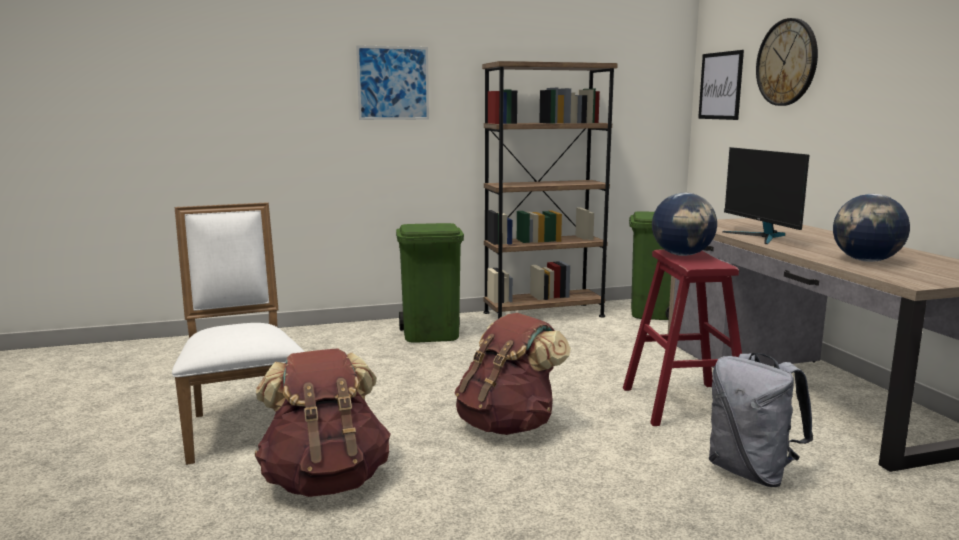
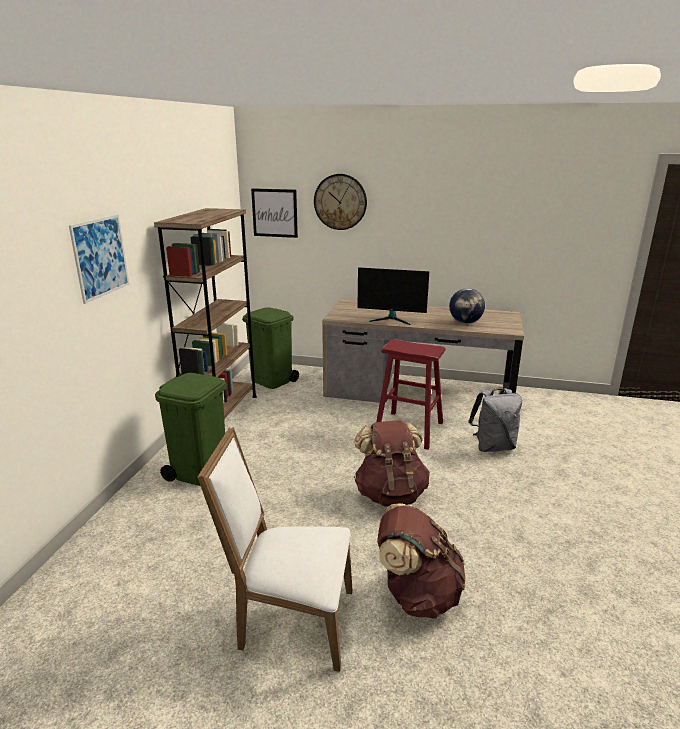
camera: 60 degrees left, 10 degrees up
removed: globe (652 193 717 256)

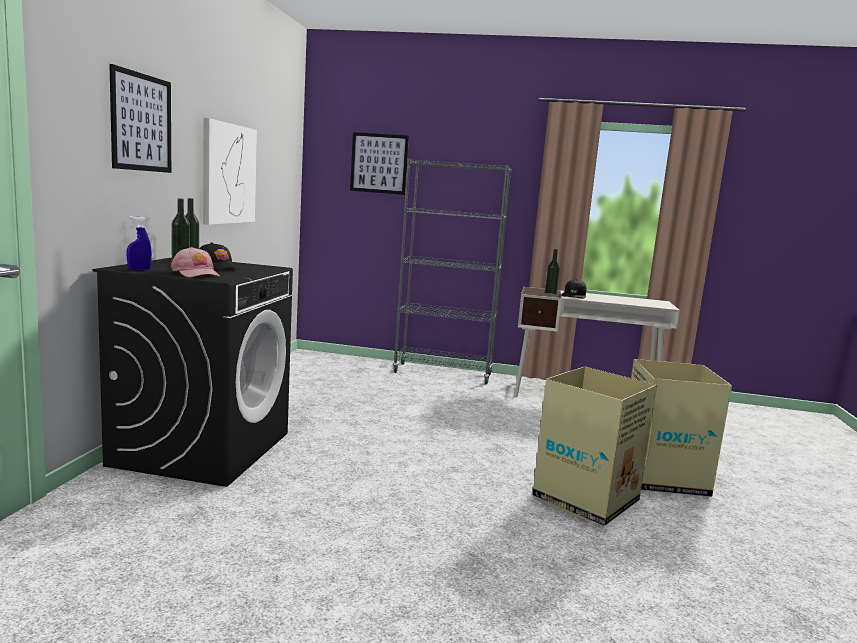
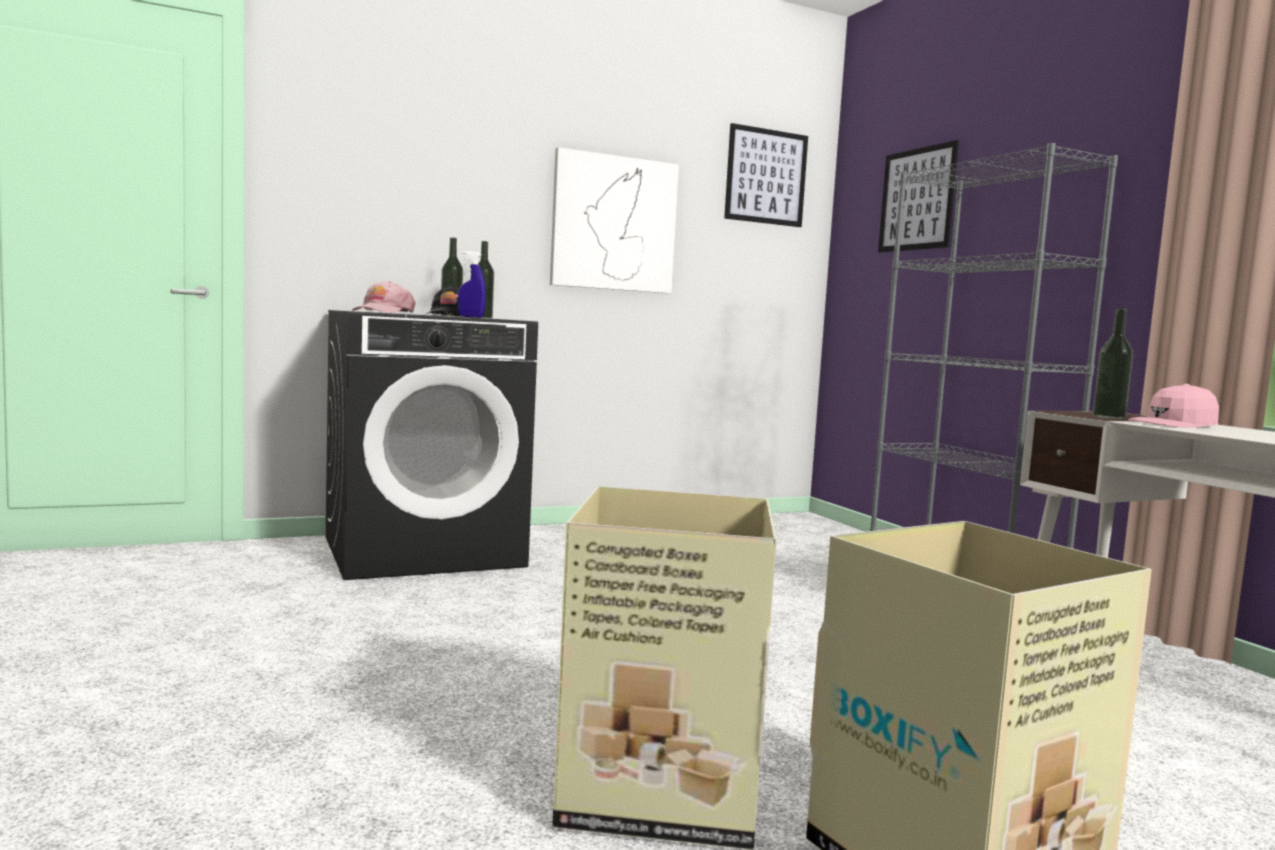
camera: 55 degrees right, 5 degrees down
moved: picture (109 64 171 173) to (724 123 808 227); spray bottle (blue) (127 216 152 270) to (458 251 486 318)
recoloured: cap (black) (561 279 587 298) to cap (pink) (1128 384 1219 427)

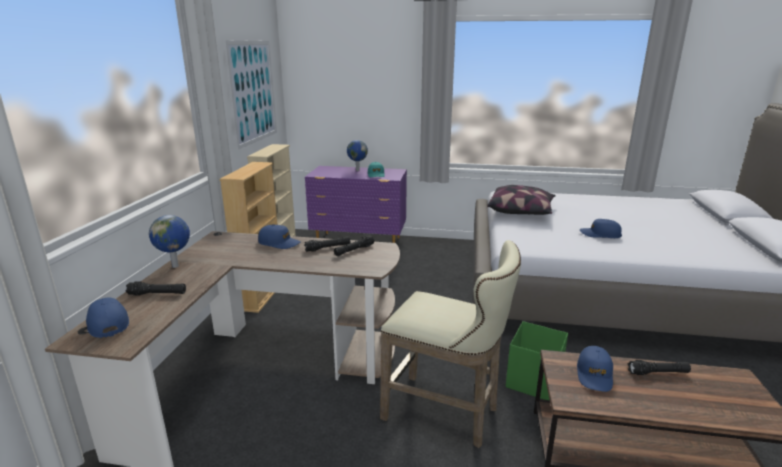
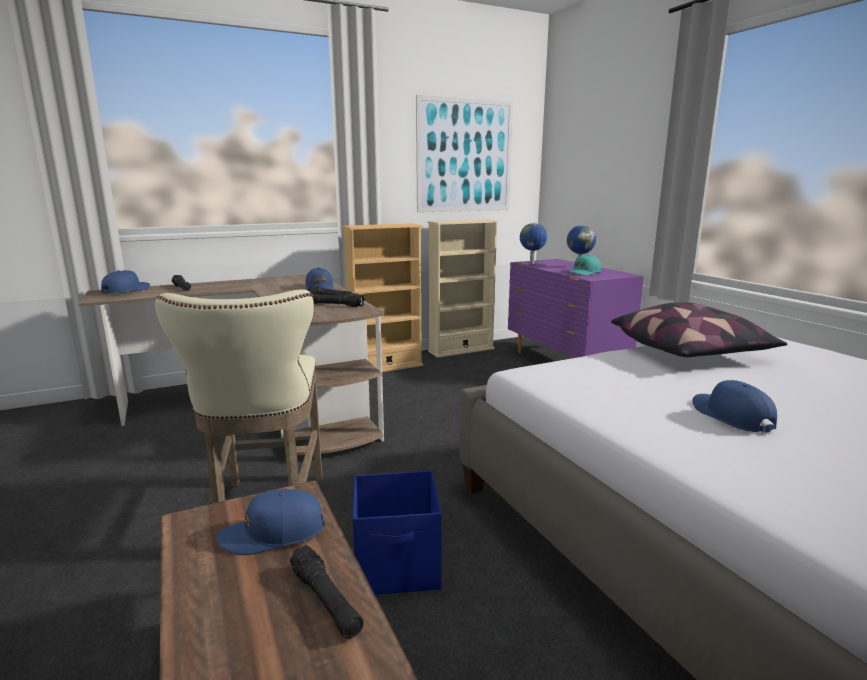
camera: 55 degrees right, 5 degrees down
moved: globe (149 215 190 268) to (520 223 547 264)
recoloured: storage box (green) (506 321 568 400) to storage box (blue) (353 471 442 595)

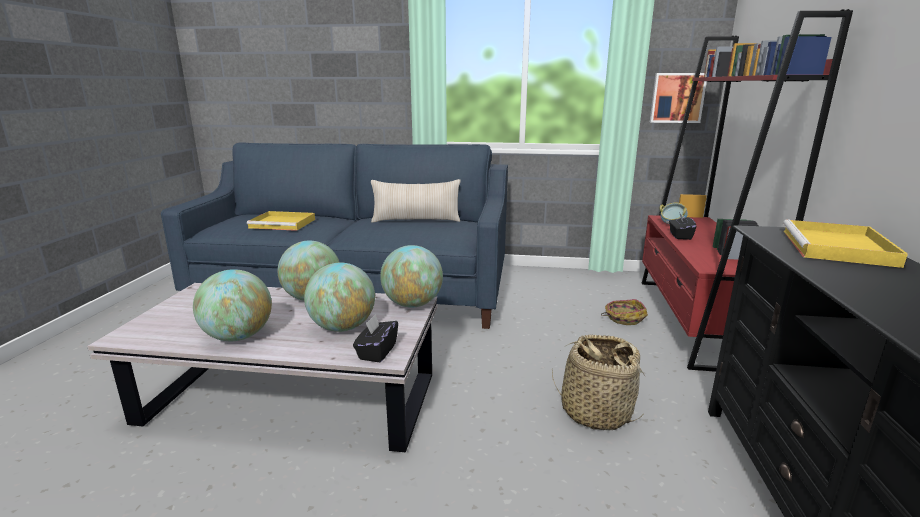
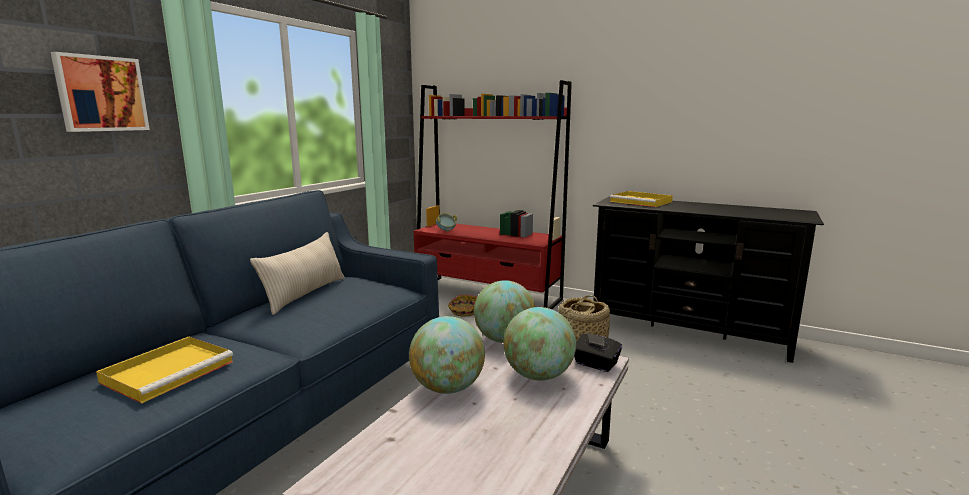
camera: 70 degrees left, 5 degrees down
removed: tissue box (black) (669 212 696 240); globe (193 269 272 341)
moved: picture (650 73 707 123) to (51 52 150 132)

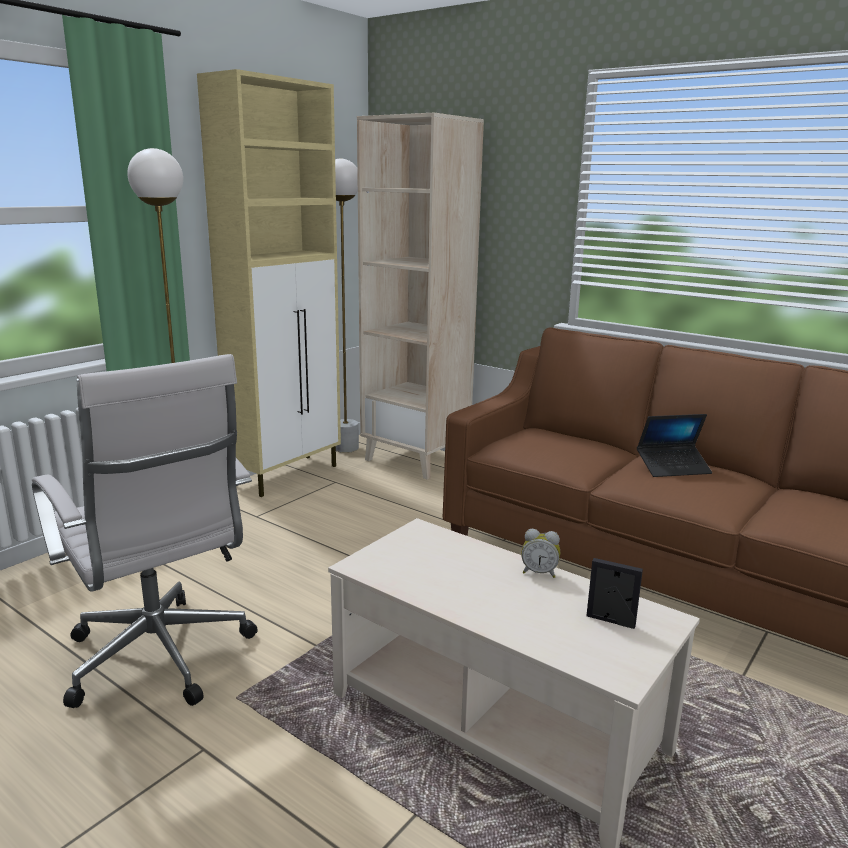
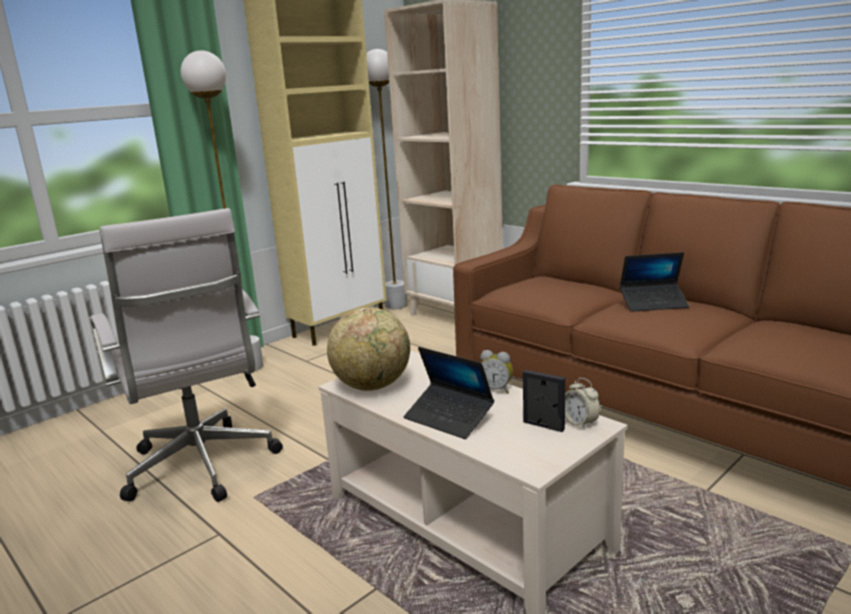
camera: 10 degrees right, 0 degrees up
added: globe (327 307 410 391); laptop (404 347 494 439); alarm clock (565 378 600 429)

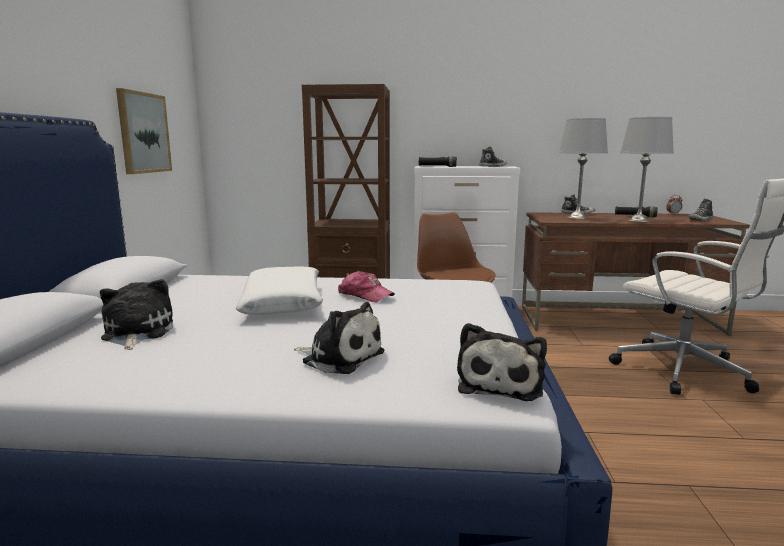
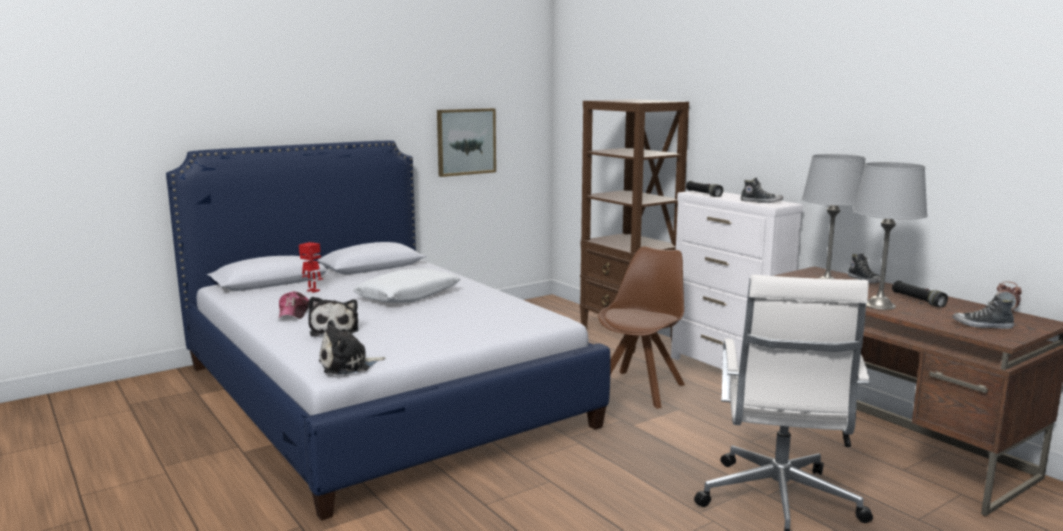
camera: 50 degrees right, 0 degrees up
moved: cap (338 271 395 302) to (279 291 309 319)
replaced: plush toy (100 279 173 350) to toy robot (299 242 323 293)

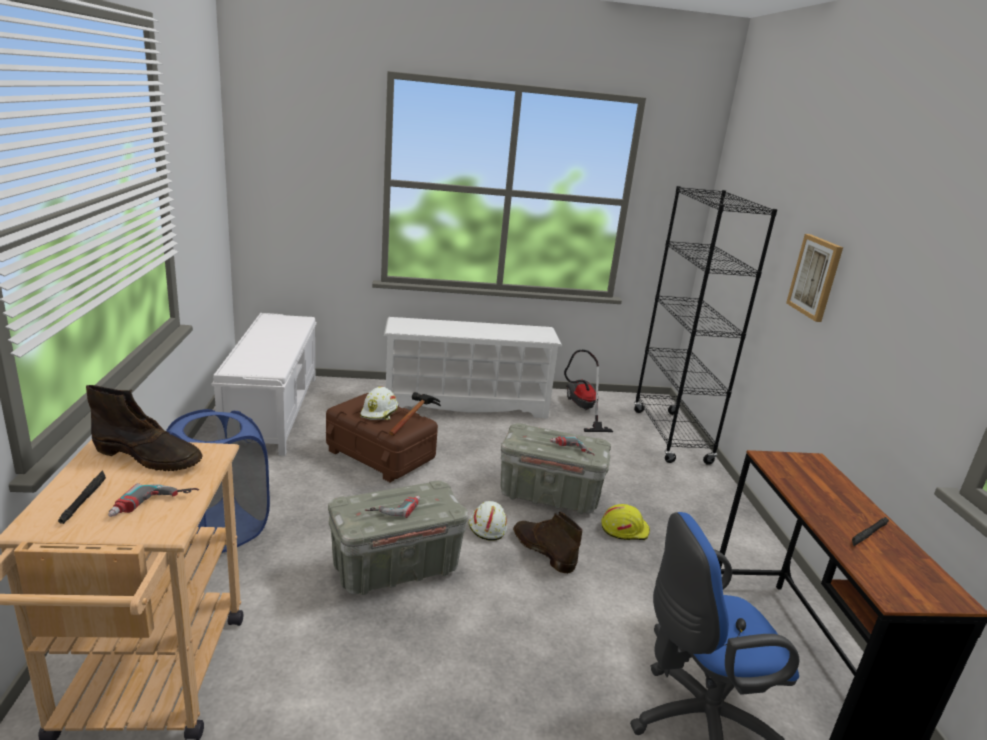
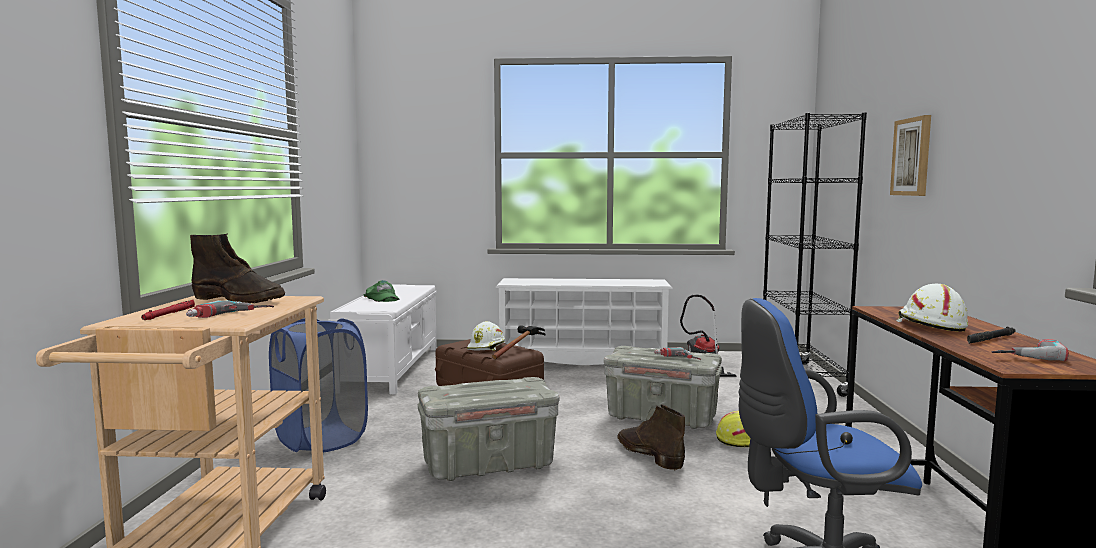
camera: 10 degrees right, 15 degrees down
added: cap (green) (363 280 400 302)
moved: power drill (365 496 420 518) to (991 339 1069 361); hard hat (white) (469 501 507 541) to (896 284 968 332)
recoloured: flashlight (black) (58 470 106 524) to flashlight (red) (141 300 195 320)

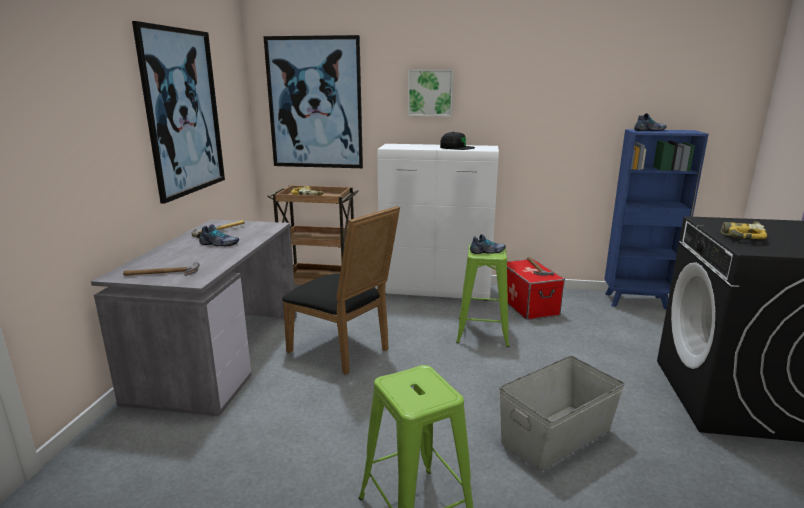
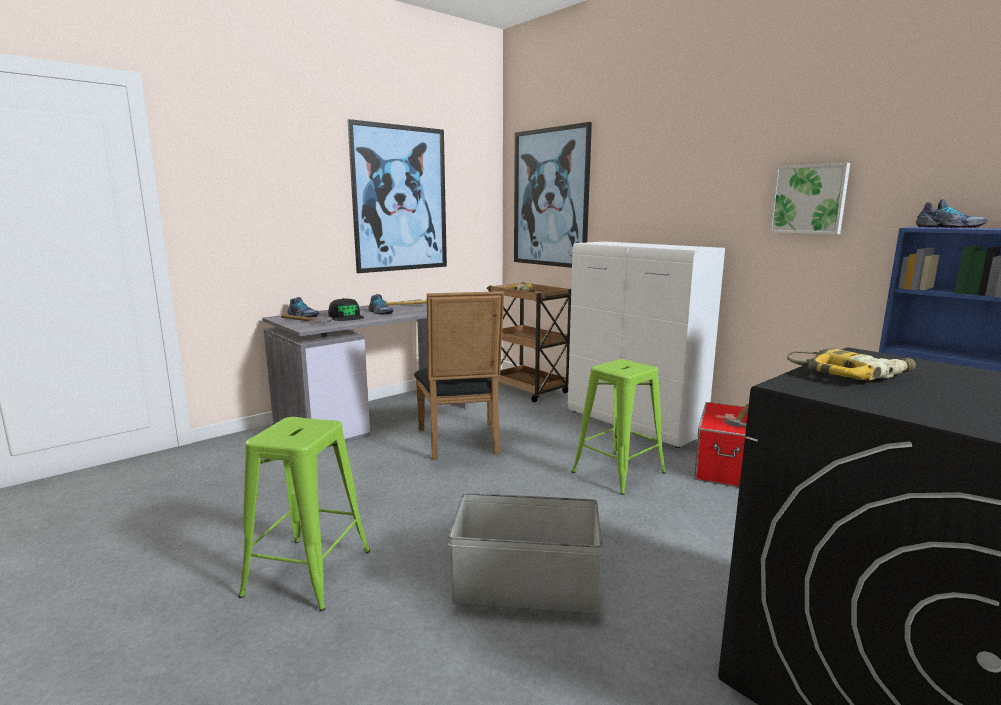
camera: 40 degrees right, 5 degrees down
moved: picture (408 69 454 117) to (769 163 850 234); cap (black) (440 132 475 150) to (328 298 364 321); shoe (470 234 506 254) to (287 297 319 318)

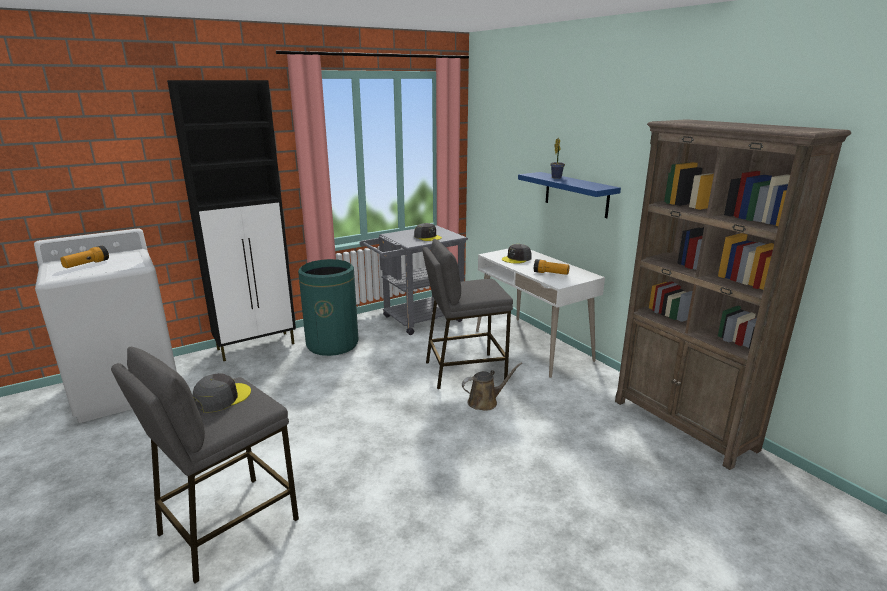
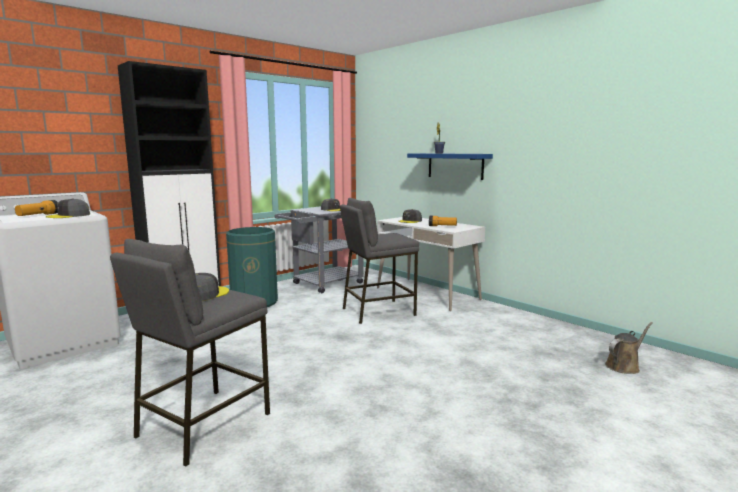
camera: 10 degrees left, 10 degrees down
removed: bookcase (brown) (615 119 851 470)
added: cap (grey) (46 198 90 218)
moved: watering can (brown) (462 362 522 411) to (605 322 653 374)

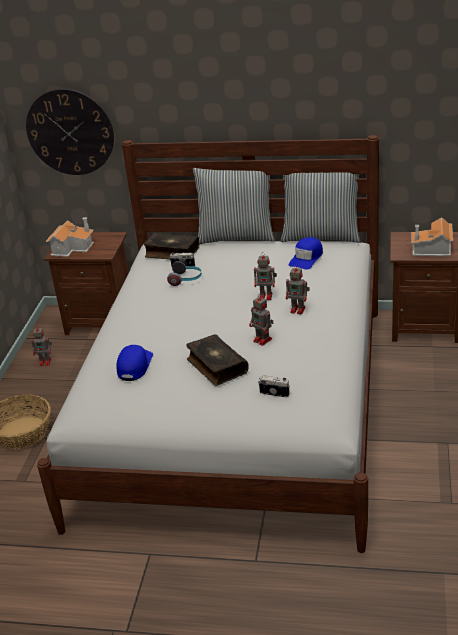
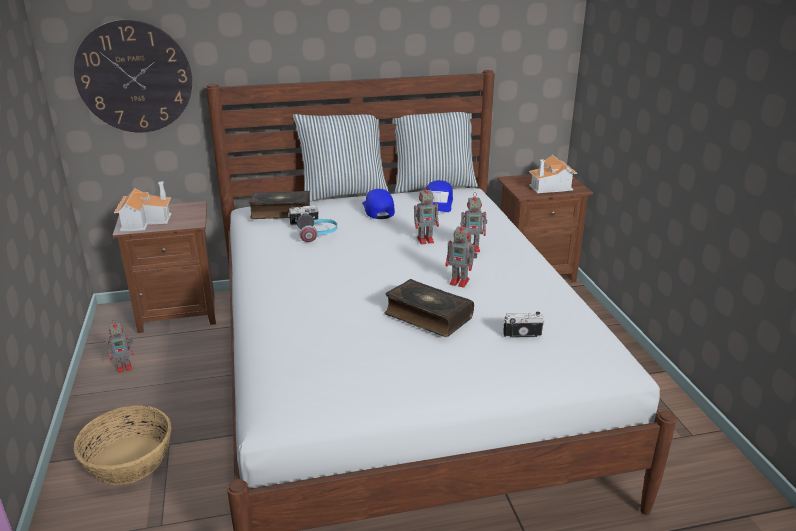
camera: 25 degrees left, 5 degrees down
moved: cap (blue) (116 345 153 381) to (362 189 395 219)

